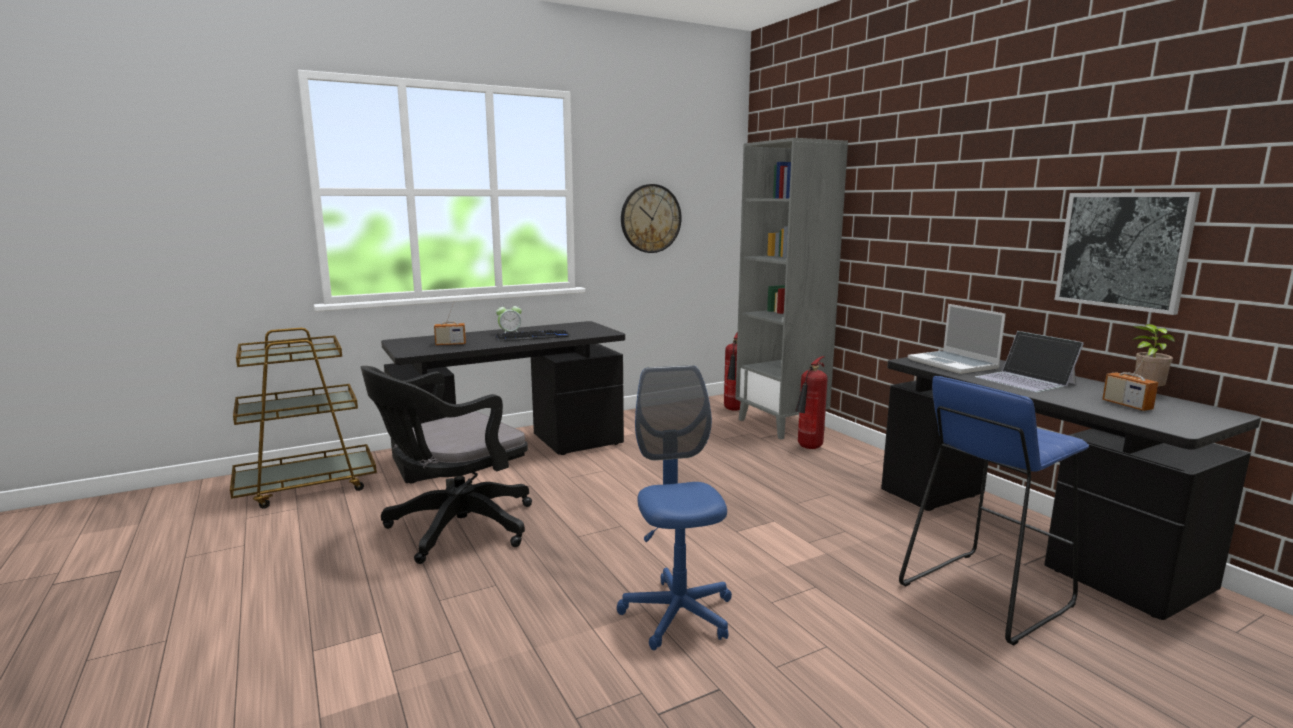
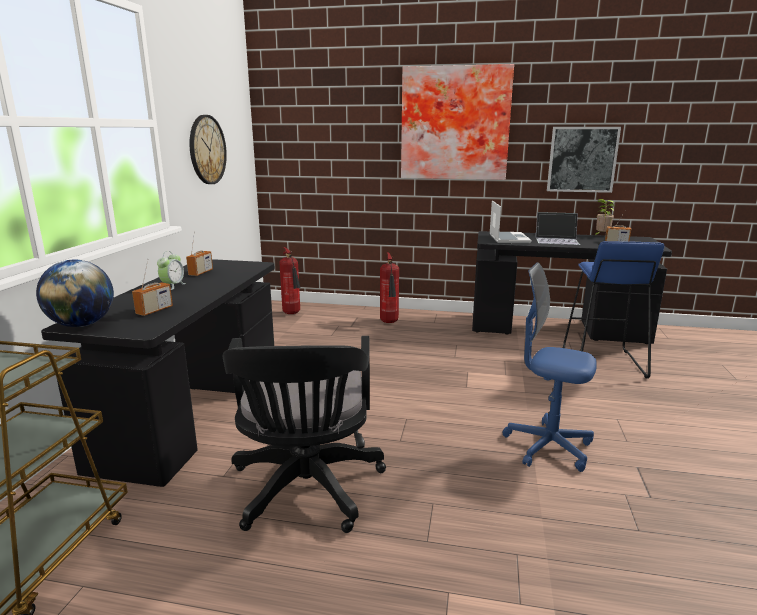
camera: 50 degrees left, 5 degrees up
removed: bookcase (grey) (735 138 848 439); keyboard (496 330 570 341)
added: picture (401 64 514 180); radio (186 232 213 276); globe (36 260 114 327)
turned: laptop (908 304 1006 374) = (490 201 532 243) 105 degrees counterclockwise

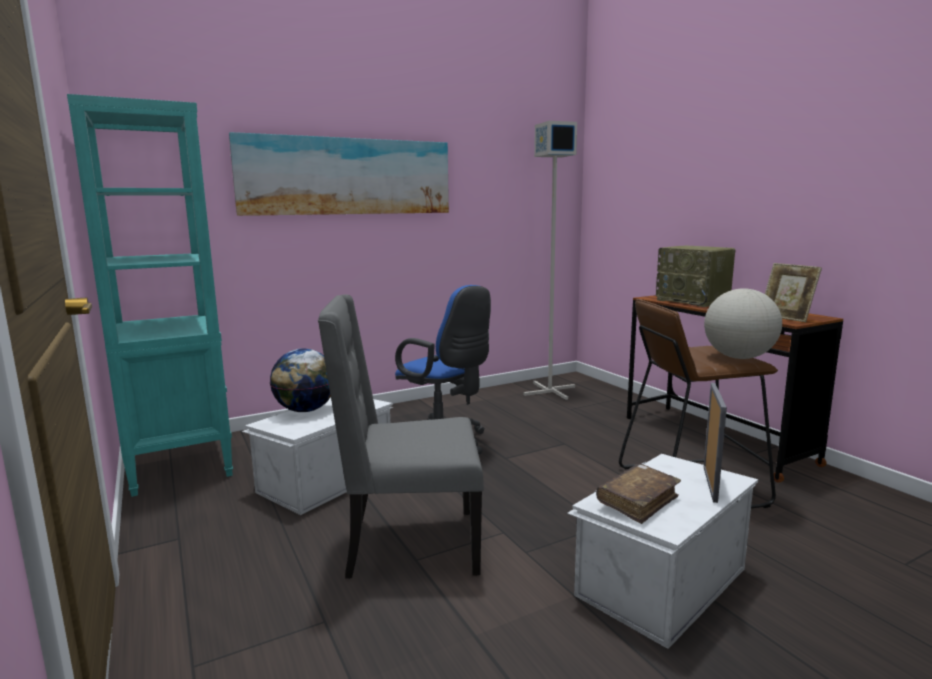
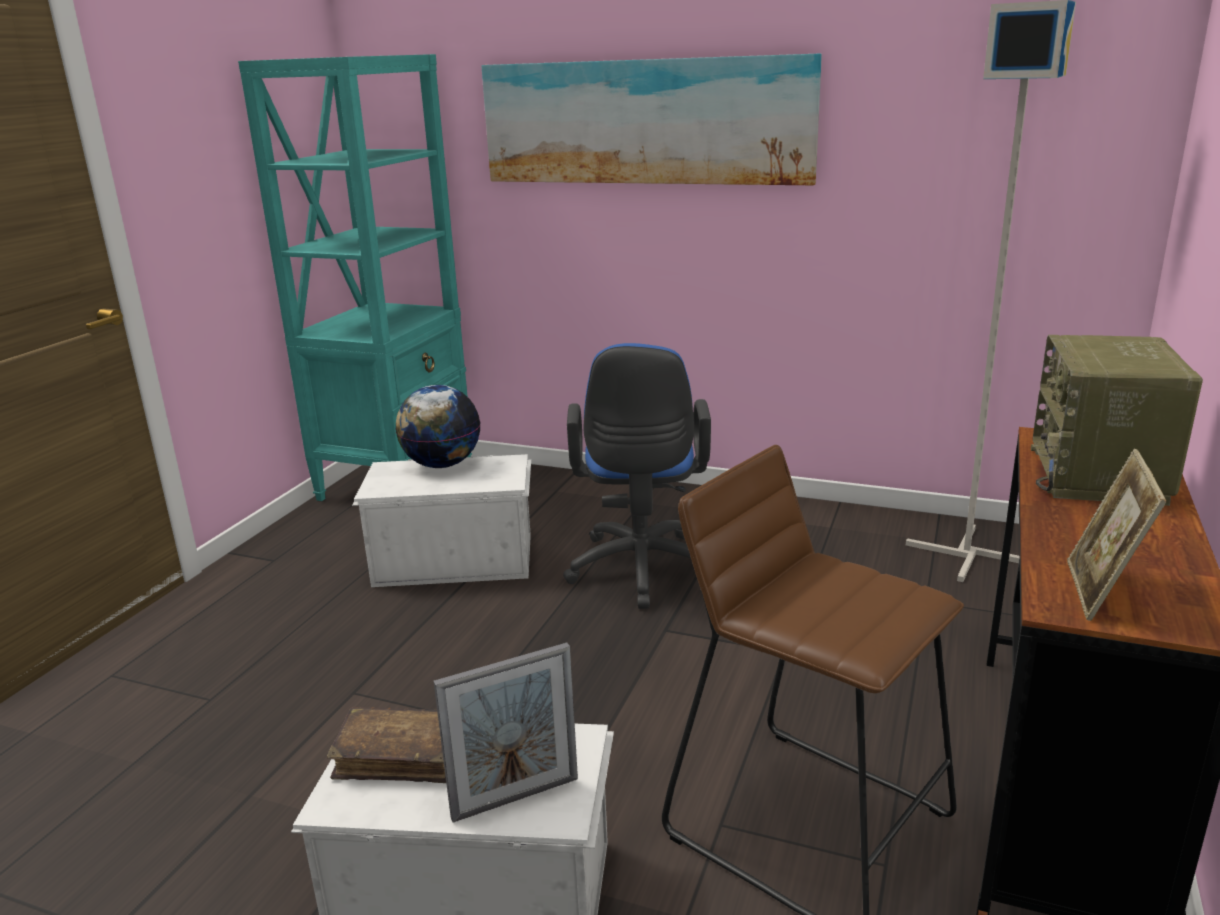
camera: 50 degrees right, 10 degrees up
removed: globe (704 288 782 359); chair (grey) (318 294 484 579)

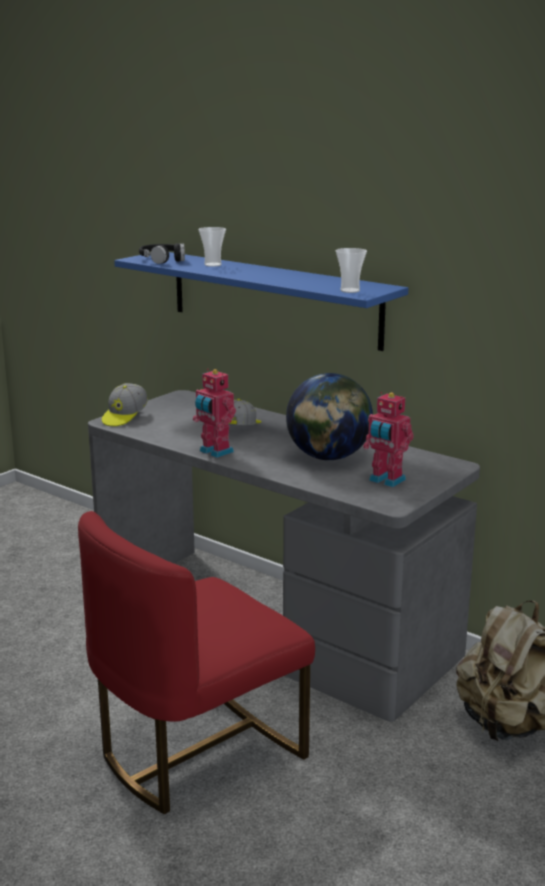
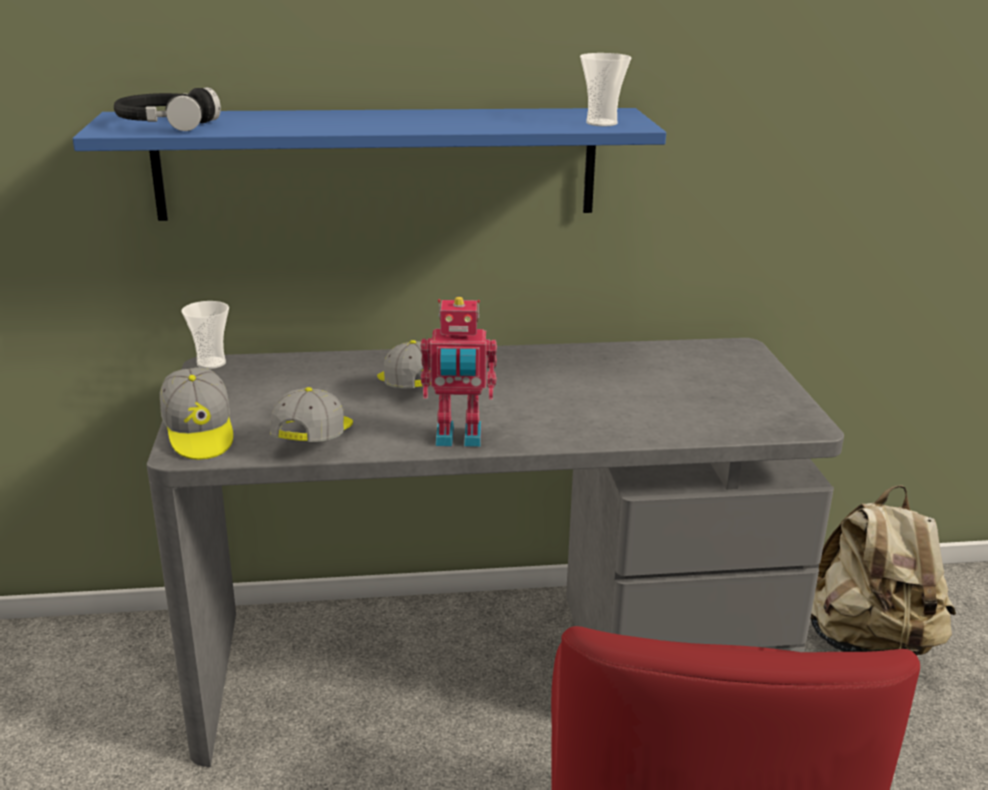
camera: 45 degrees left, 5 degrees up
removed: globe (286 373 373 461); toy robot (363 392 414 487)
added: cap (270 387 353 442)
moved: cup (198 227 226 267) to (181 301 229 369)

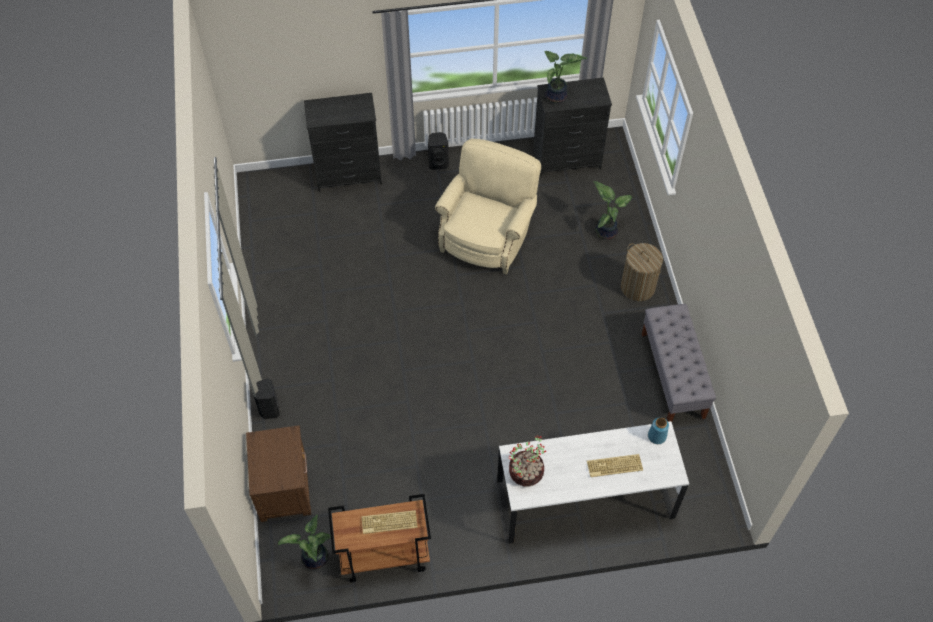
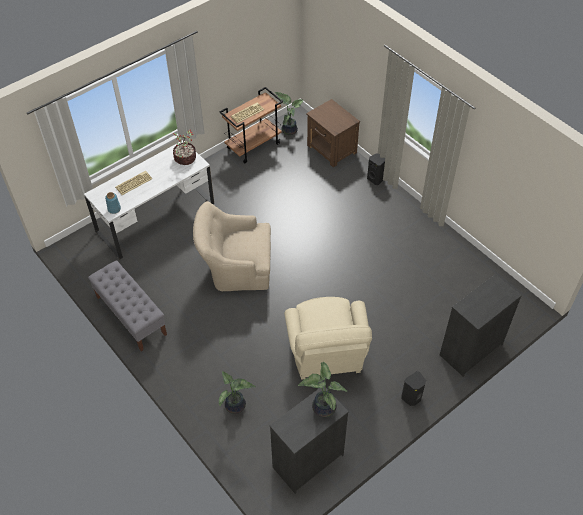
camera: 150 degrees right, 5 degrees down
removed: laundry basket (621 243 663 301)
added: armchair (beige) (193 201 271 291)

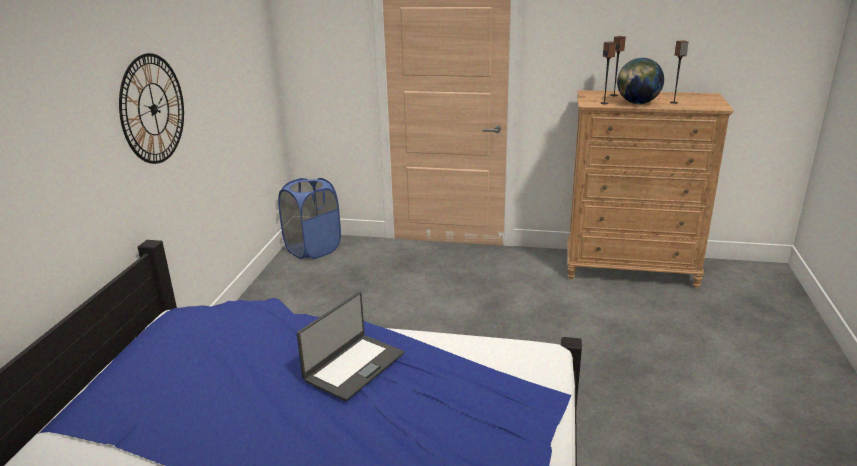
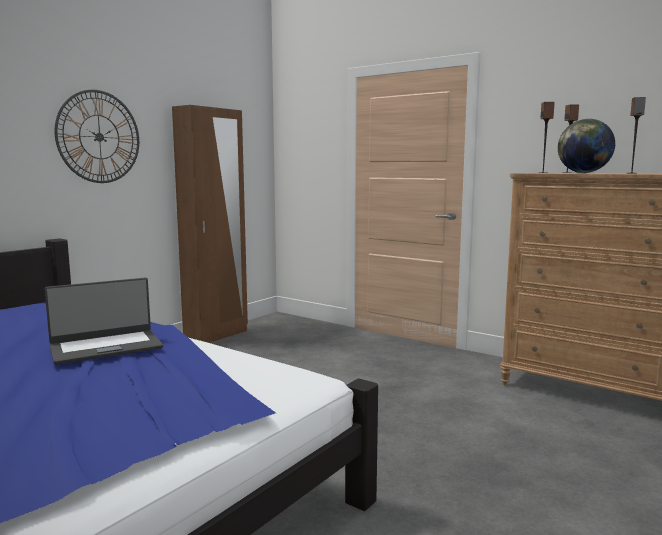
camera: 25 degrees right, 15 degrees down
removed: laundry basket (blue) (278 178 341 259)
added: wardrobe (brown) (172 105 248 343)

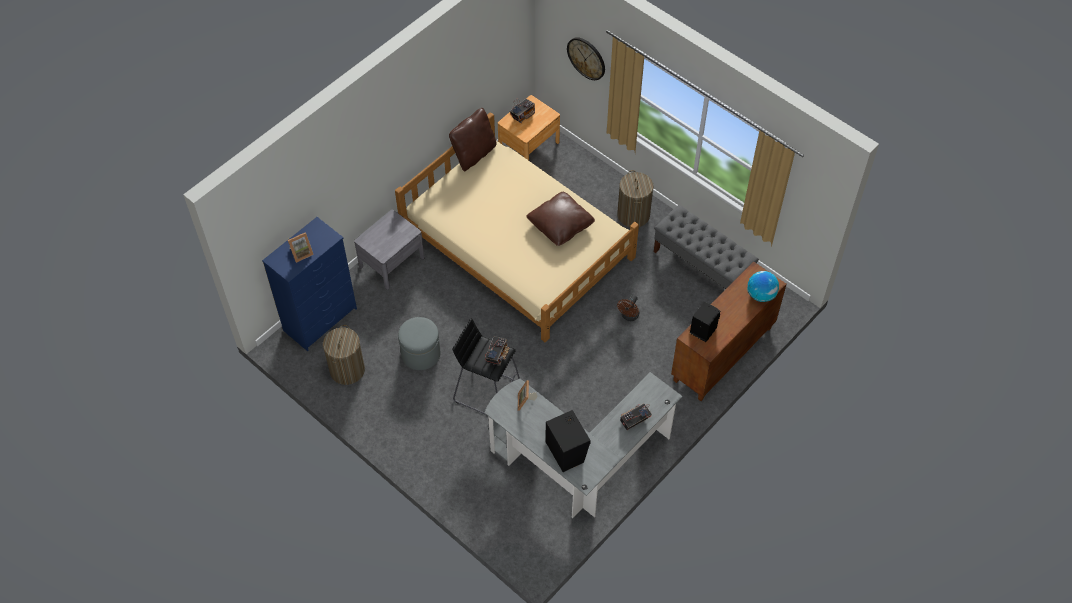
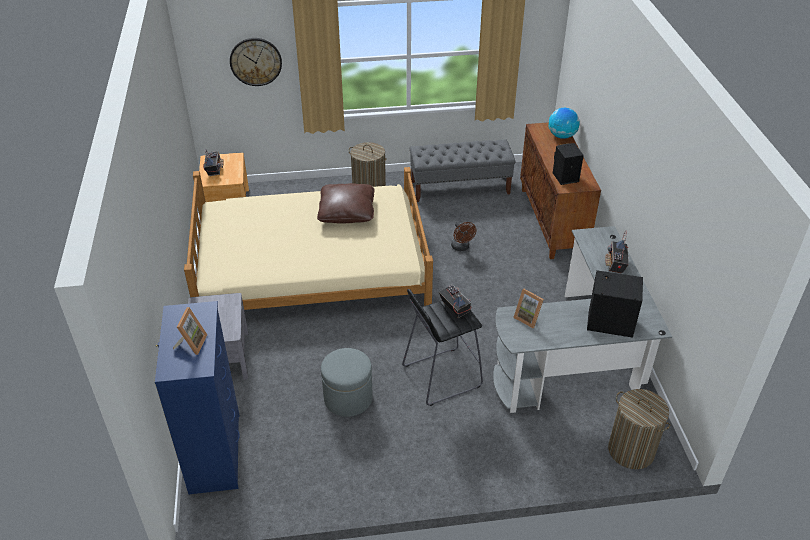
camera: 50 degrees left, 15 degrees down
removed: pillow (brown) (449 108 497 171)
moved: laundry basket (323 325 365 385) to (608 389 670 469)

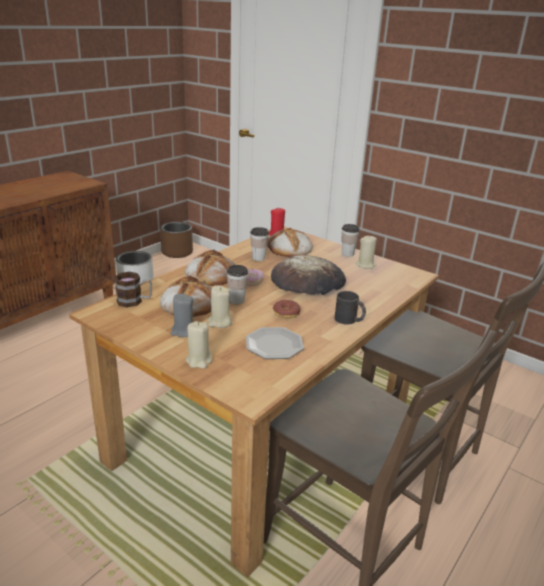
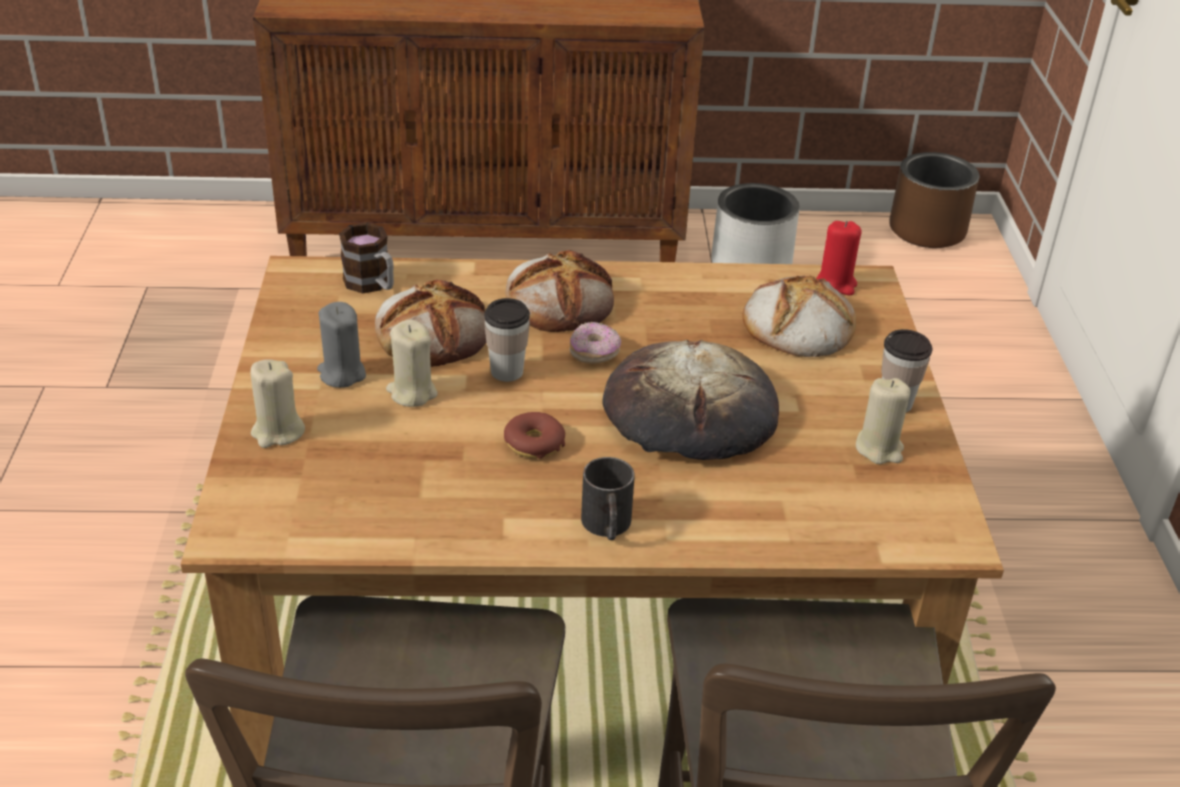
camera: 50 degrees right, 10 degrees up
removed: cup (250 227 269 261); plate (246 327 304 359)

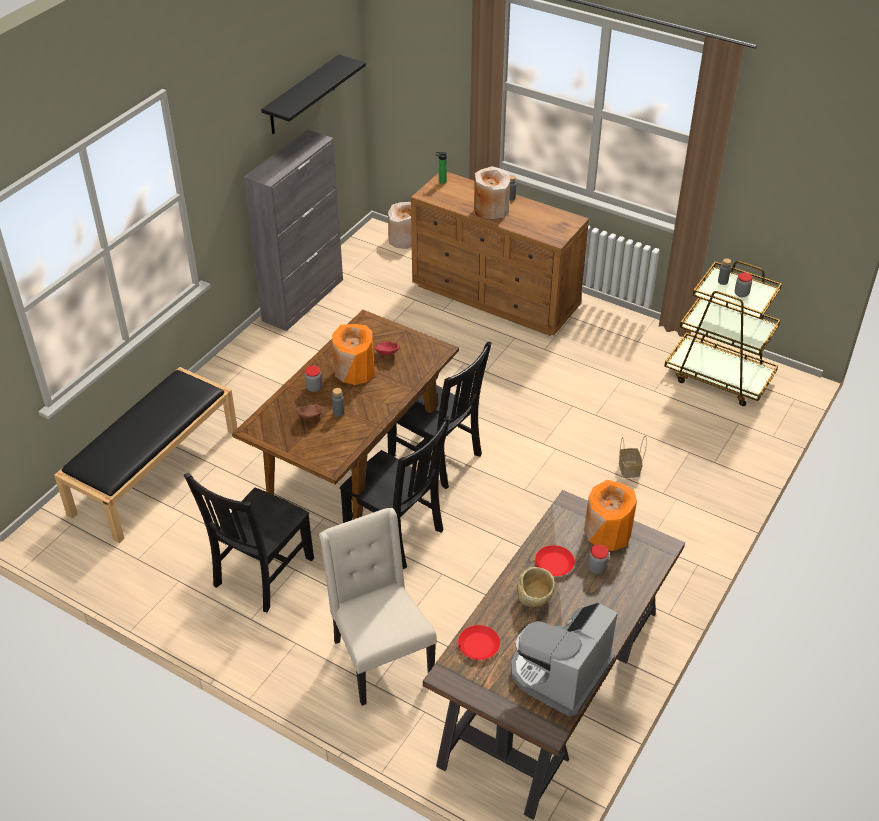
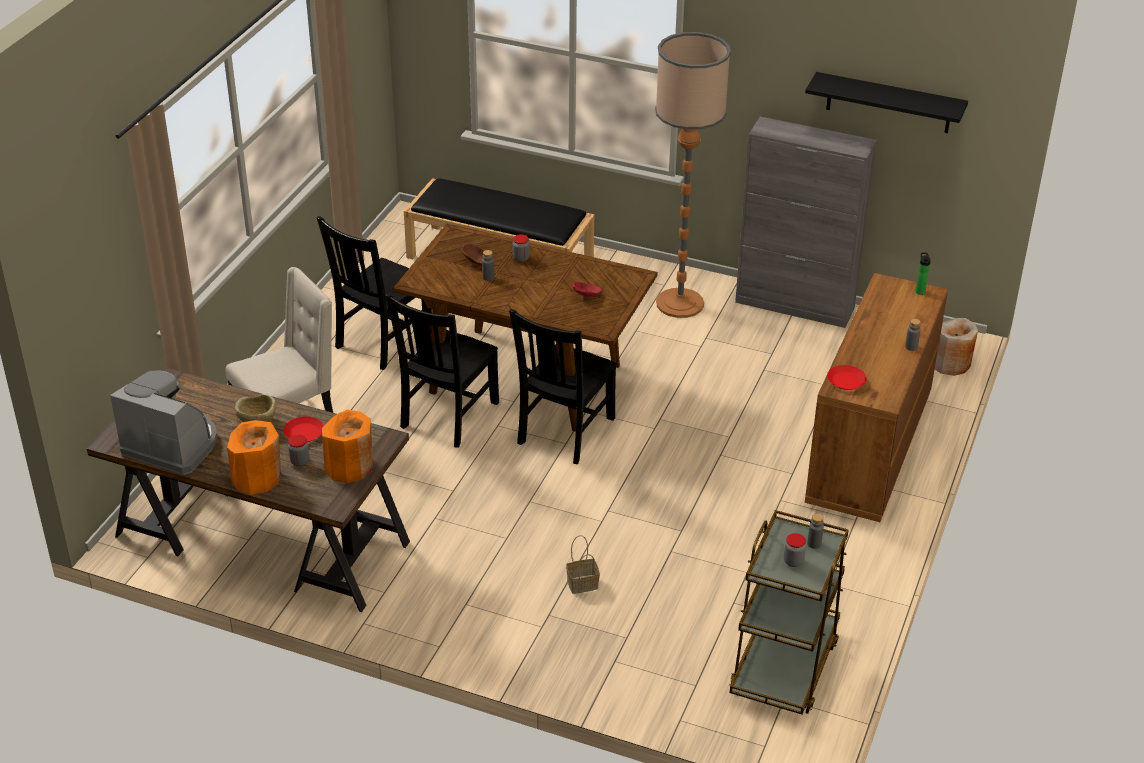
camera: 80 degrees right, 5 degrees down
removed: vase (beige) (474 166 510 220)
added: floor lamp (655 32 731 318)
moved: vase (orange) (332 324 375 385) to (227 420 281 495); plate (red) (458 625 500 660) to (827 365 867 390)
turned: chair (black) (184 473 314 612) = (316 216 432 370) 75 degrees counterclockwise

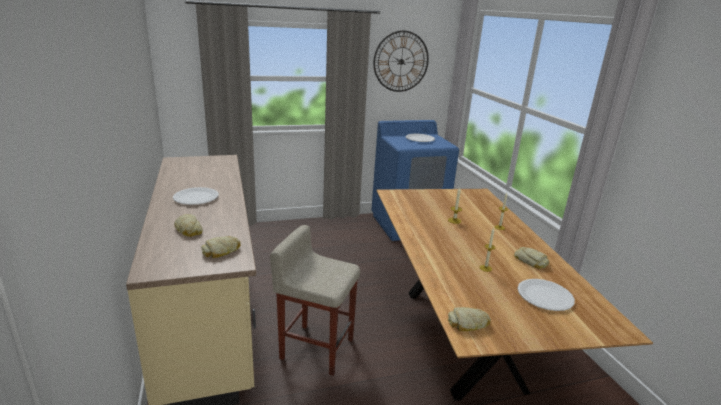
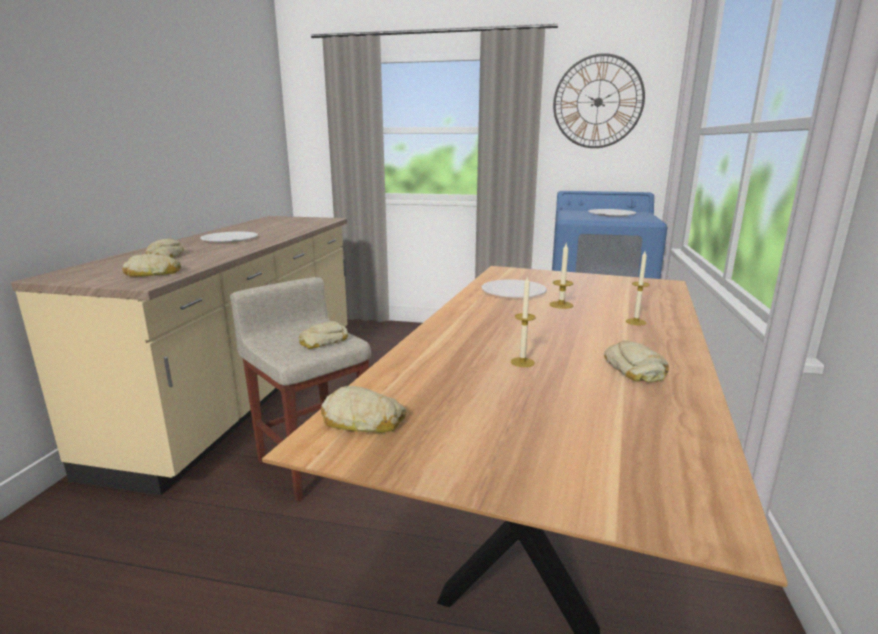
camera: 30 degrees right, 5 degrees down
added: bread (299 321 348 349)
moved: plate (white) (517 279 575 311) to (482 279 547 298)

